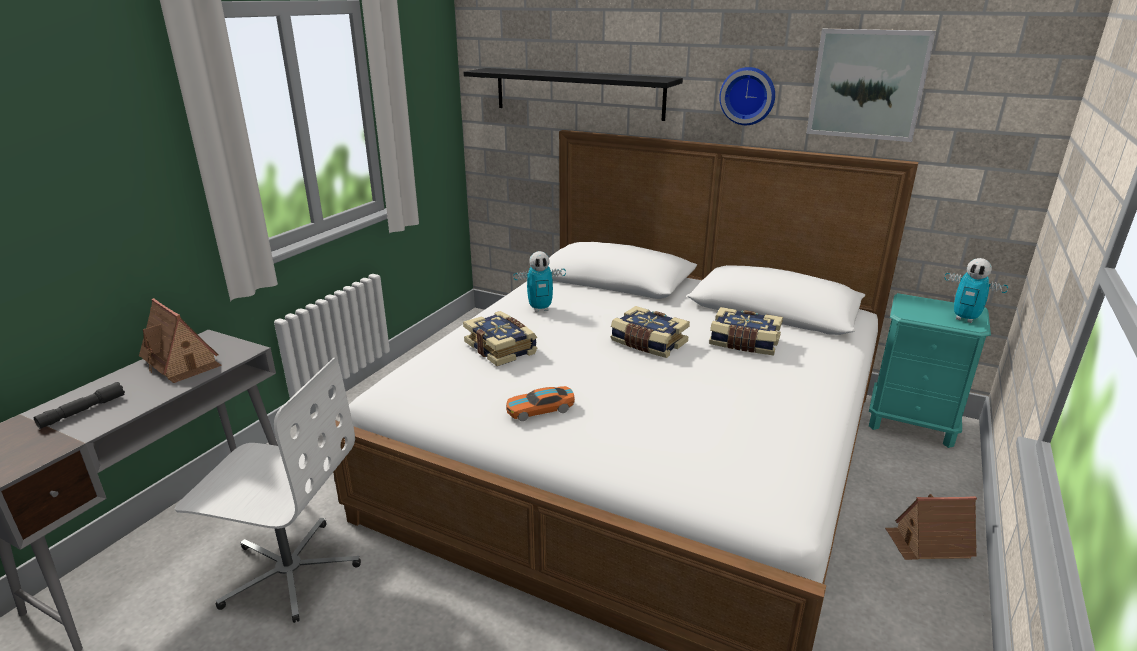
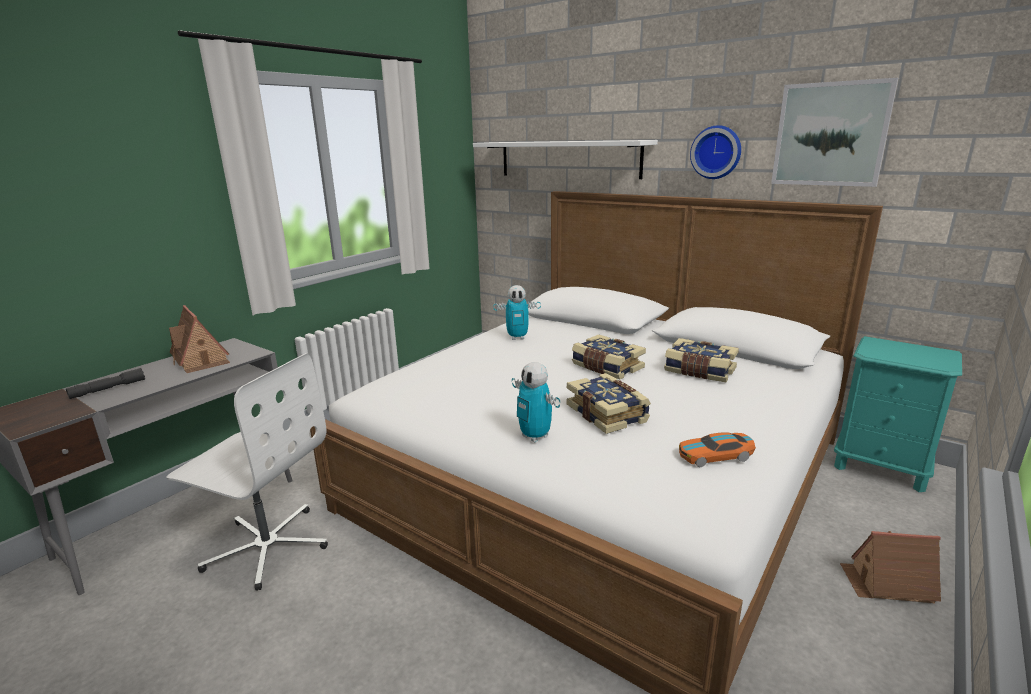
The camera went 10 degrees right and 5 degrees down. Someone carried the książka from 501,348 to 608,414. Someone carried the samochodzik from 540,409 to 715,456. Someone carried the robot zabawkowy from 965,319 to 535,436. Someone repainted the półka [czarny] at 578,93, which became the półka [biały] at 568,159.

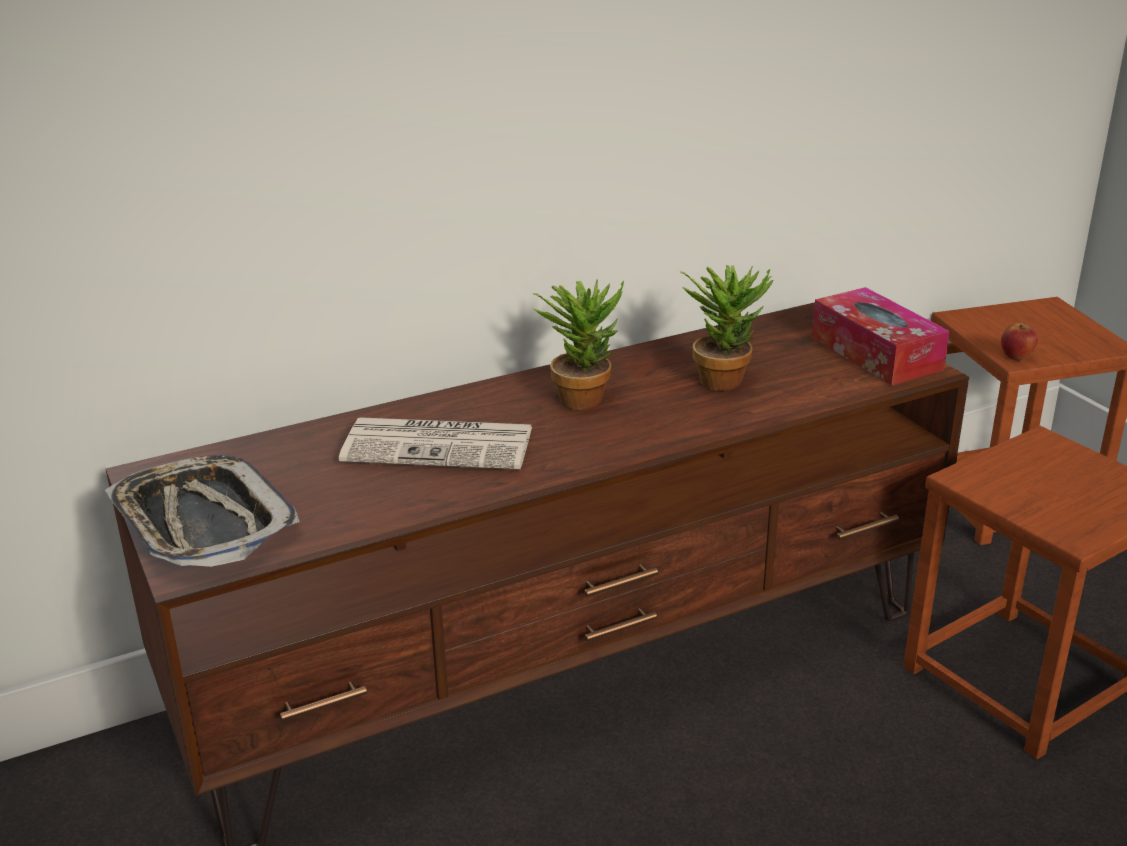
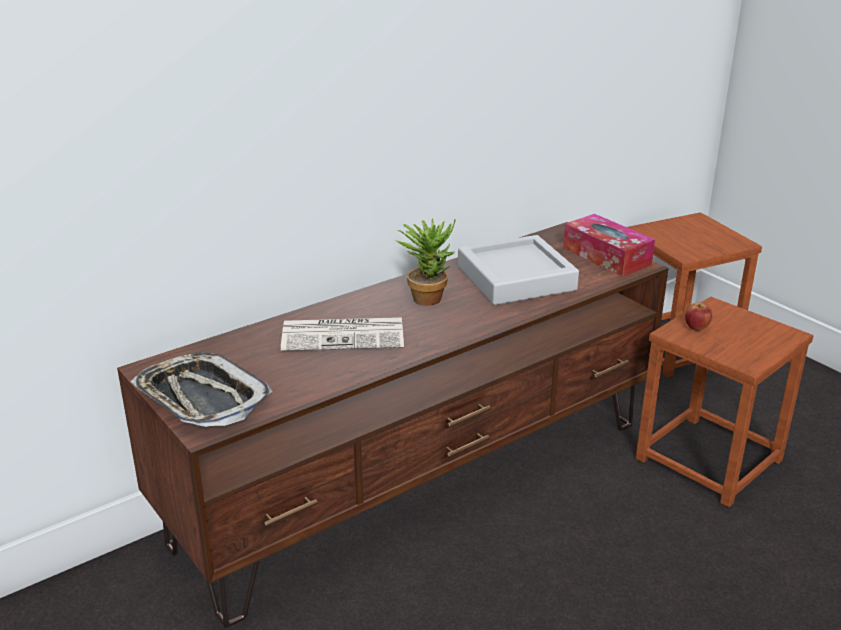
The camera went 10 degrees left and 0 degrees up. Someone carried the jabłko from 1017,357 to 697,327. Someone swapped the roślina doniczkowa at 725,378 for the taca [szary] at 516,278.

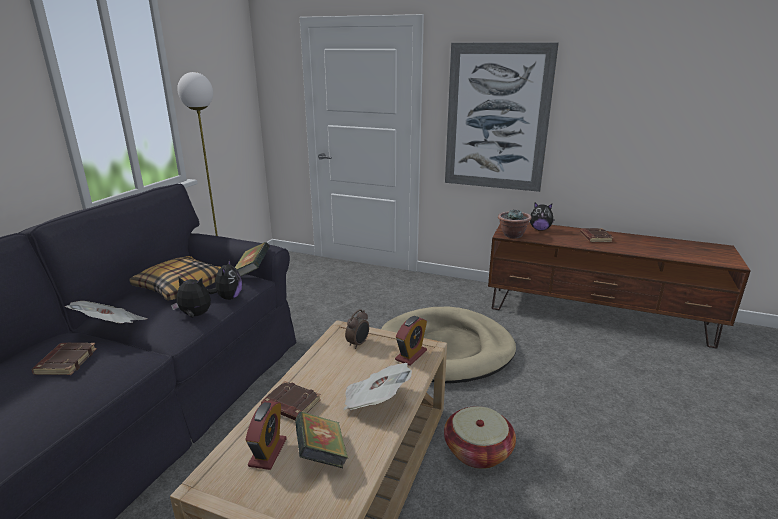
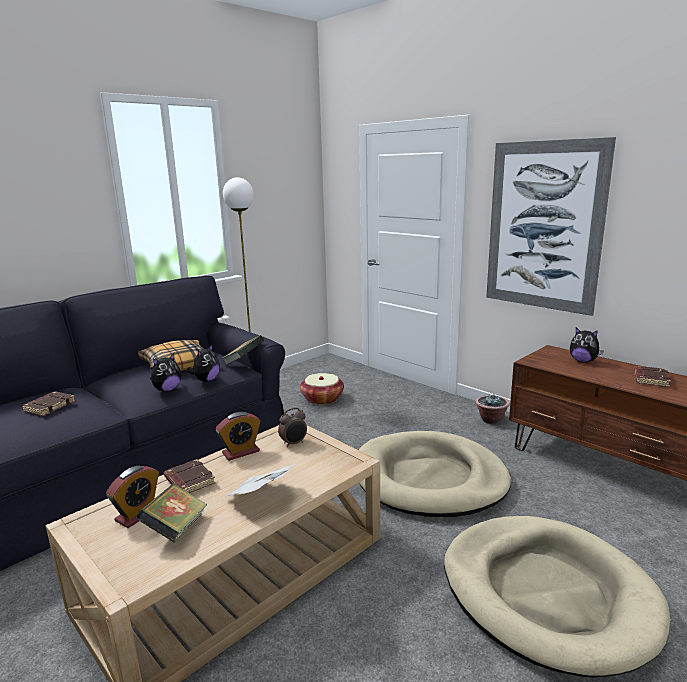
The camera went 25 degrees right and 5 degrees down. Someone took away the gazeta at 112,327. Someone put down the legowisko [beżowy] at 546,594. Someone carried the budzik from 411,355 to 241,452. Someone carried the koszyk from 478,451 to 322,399. Someone carried the roślina doniczkowa from 512,235 to 490,420. Someone rotated the pluszak at 195,315 by 105 degrees clockwise.

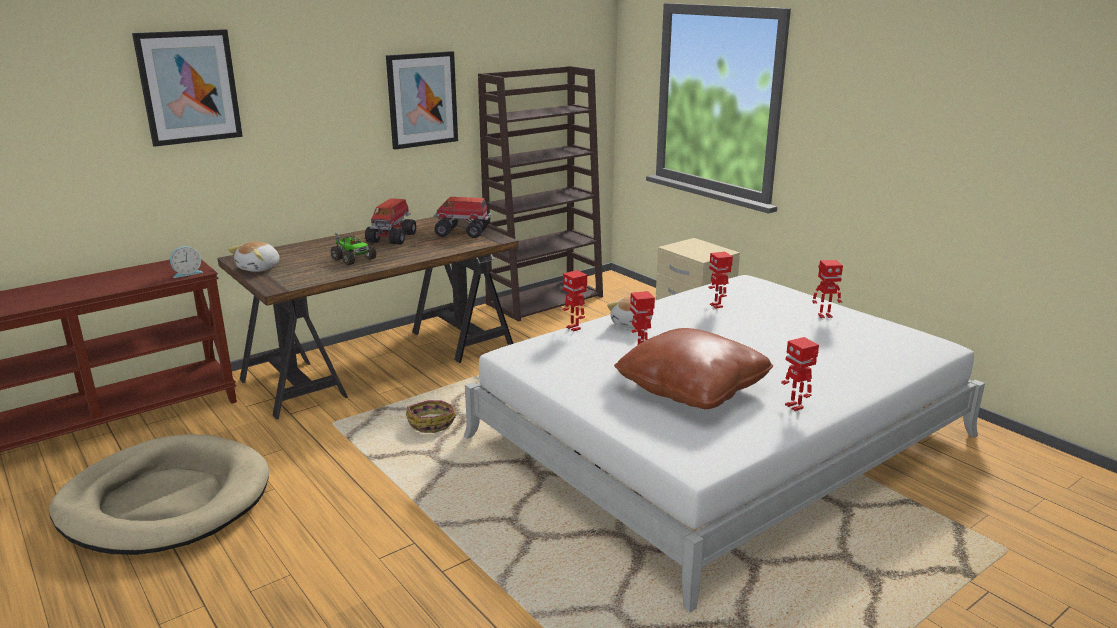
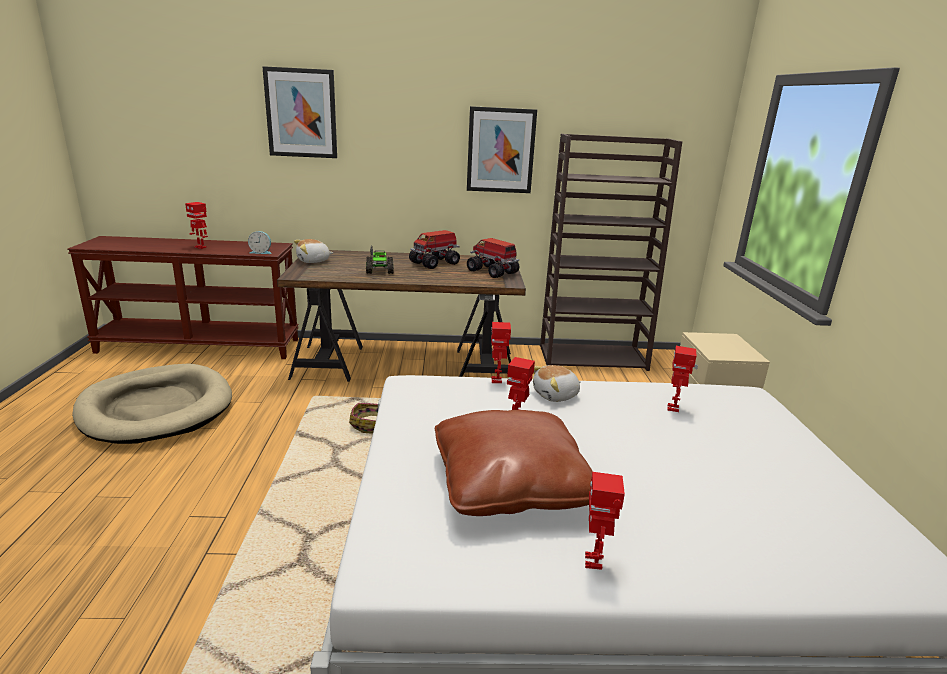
The camera went 35 degrees right and 0 degrees up. Someone carried the robot zabawkowy from 824,315 to 201,247.

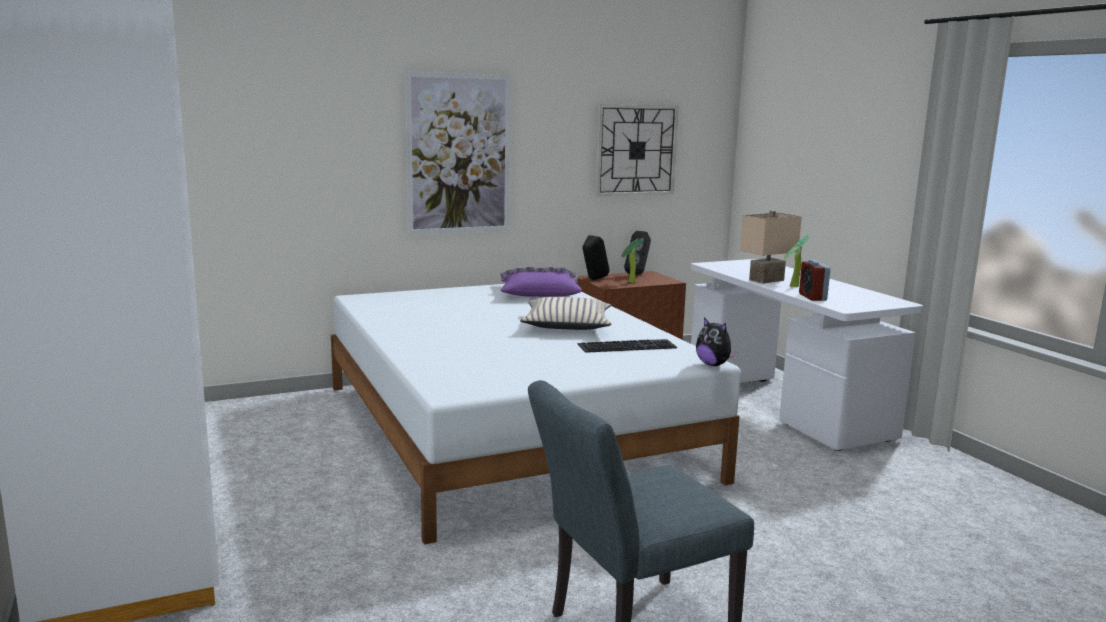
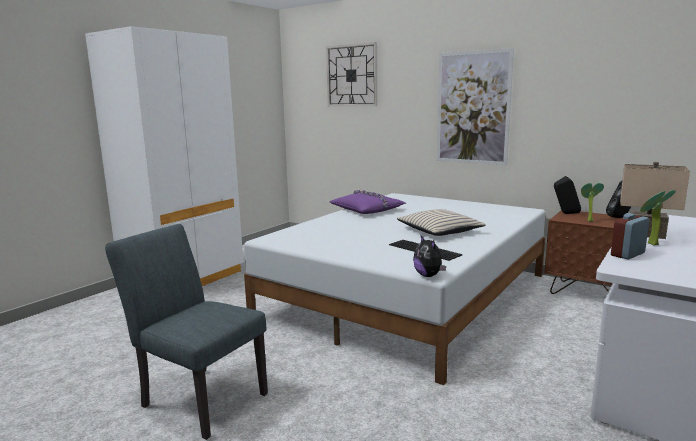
The camera went 60 degrees right and 0 degrees up. Someone carried the poduszka [fioletowy] from 539,292 to 368,210. Someone carried the zegar ścienny from 636,150 to 352,75. Someone rotated the pluszak at 713,365 by 45 degrees counterclockwise.

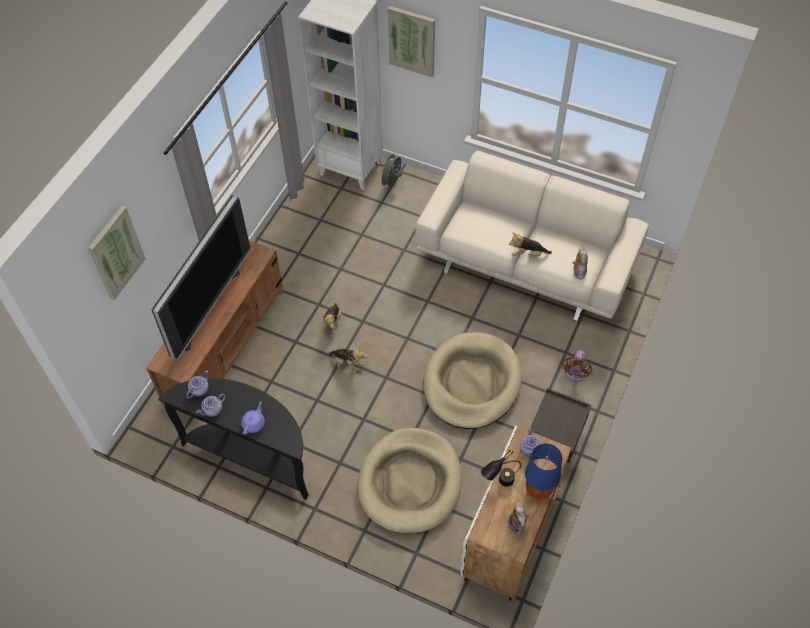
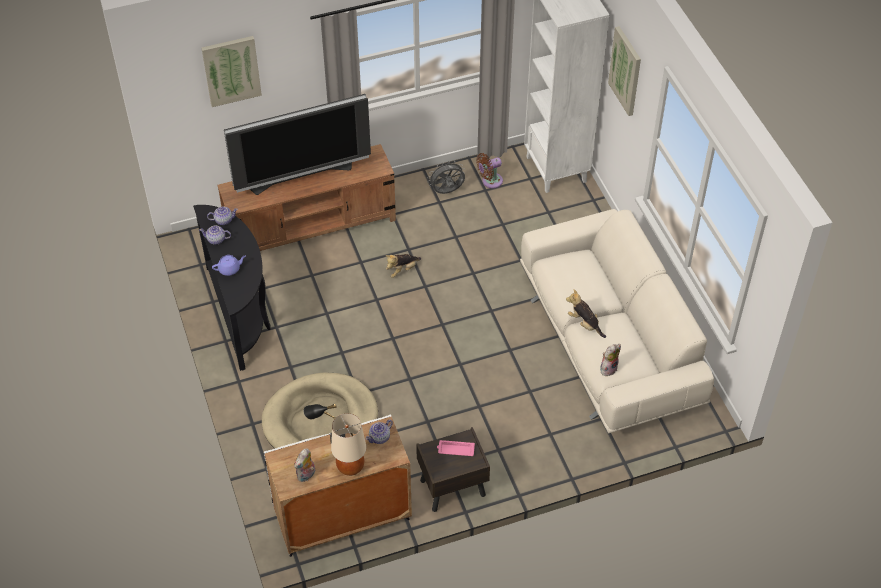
The camera went 45 degrees right and 5 degrees down. Someone took away the pluszak at 347,364. Someone took away the legowisko [beżowy] at 471,383. Someone put down the taca [różowy] at 455,449. Someone carried the wentylator [szary] from 392,183 to 447,192. Someone carried the wentylator [brązowy] from 575,374 to 490,181. Someone repainted the lampa stołowa [niebieski] at 538,489, which became the lampa stołowa [beżowy] at 350,467.

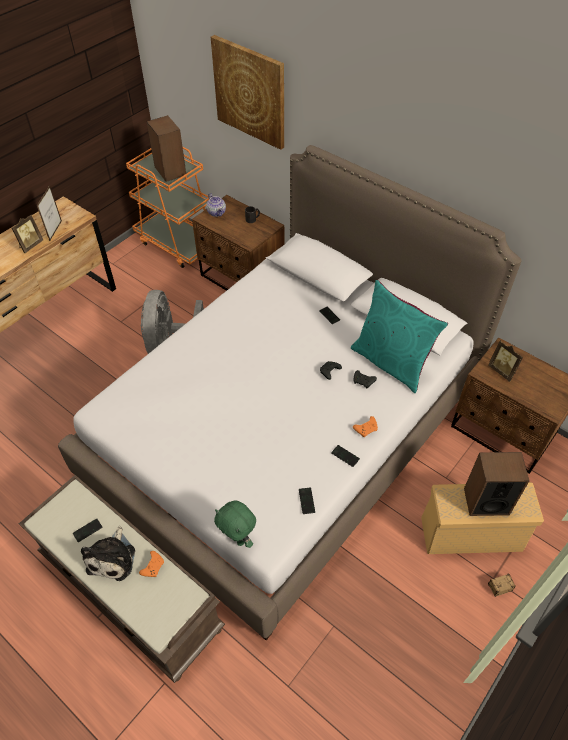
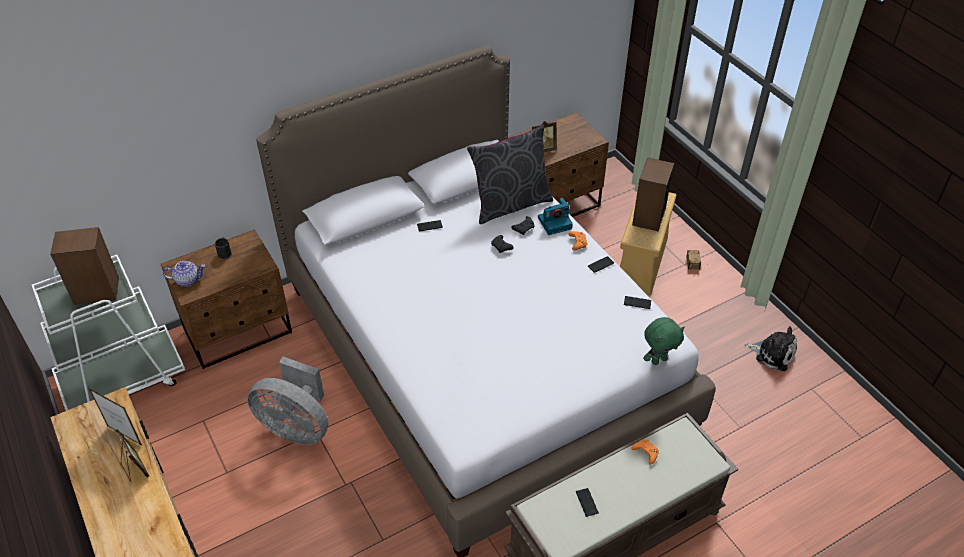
The camera went 70 degrees left and 5 degrees down. Someone took away the obraz at 250,92. Someone put down the aparat fotograficzny at 555,222. Someone carried the pluszak from 113,557 to 772,353. Someone repainted the wózek [pomarańczowy] at 178,243, which became the wózek [biały] at 124,379. Someone repainted the poduszka [turkusowy] at 391,362, which became the poduszka [szary] at 510,204.

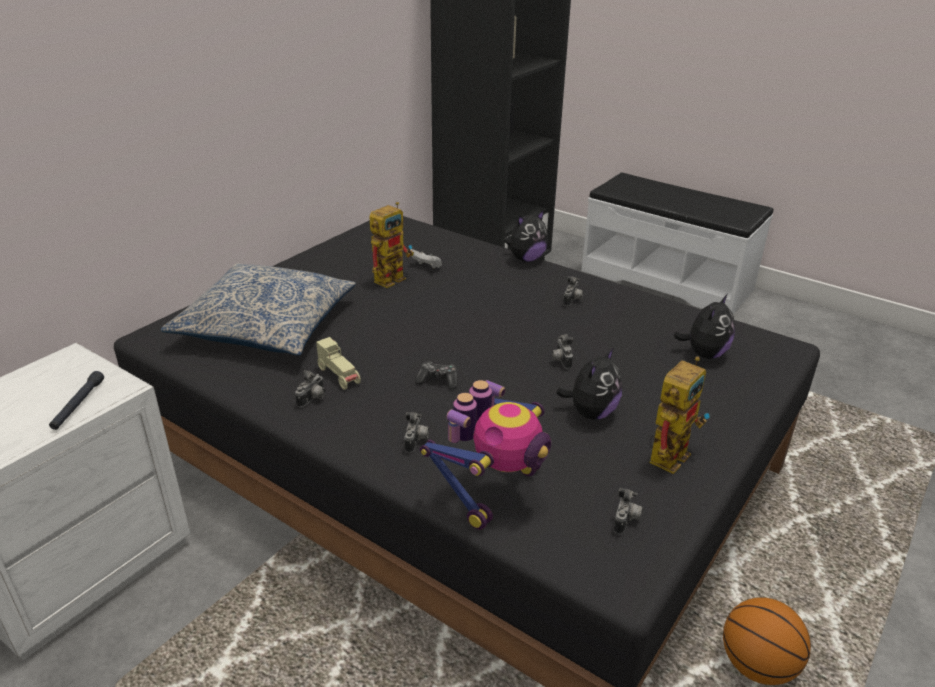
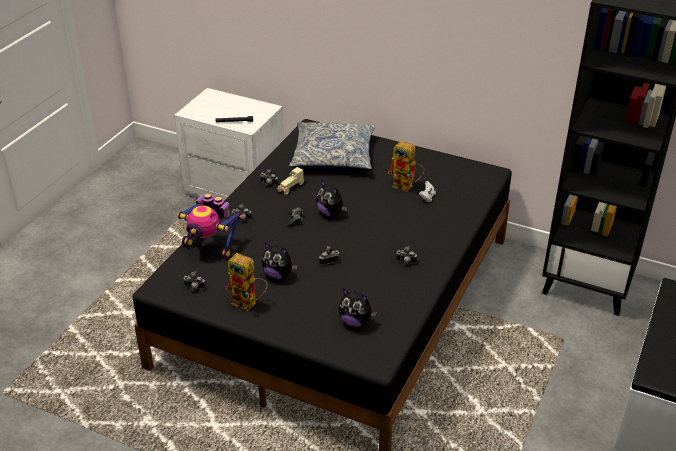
The camera went 80 degrees right and 5 degrees up. Someone took away the piłka do koszykówki at 756,665. Someone carried the pluszak from 526,259 to 331,213.

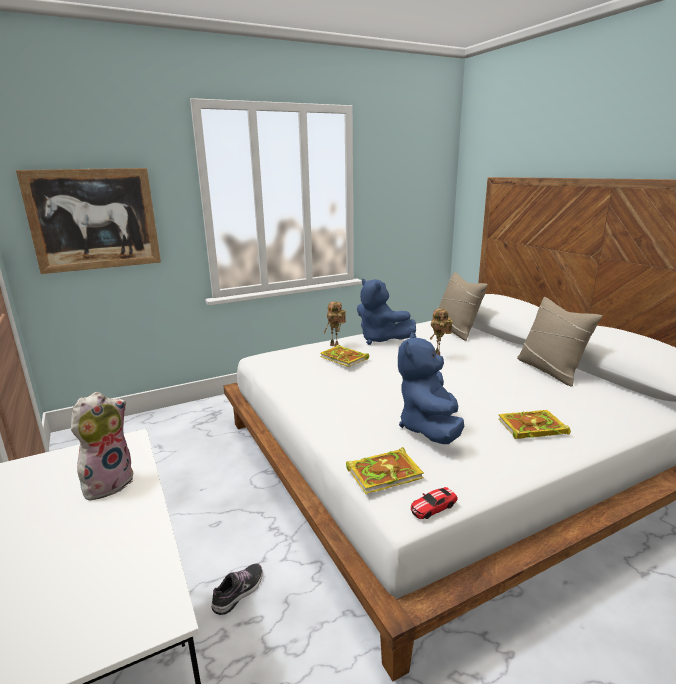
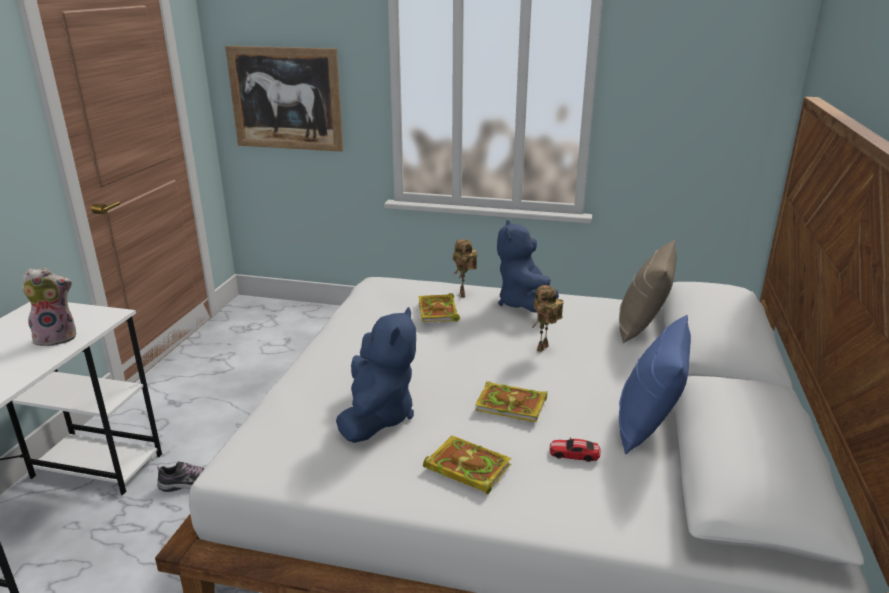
The camera went 40 degrees right and 5 degrees up. Someone carried the książka from 385,473 to 512,405. Someone carried the samochodzik from 433,507 to 574,454. Someone repainted the poduszka [beżowy] at 550,370, which became the poduszka [niebieski] at 647,424. Someone rotated the pluszak [niebieski] at 429,428 by 135 degrees clockwise.

